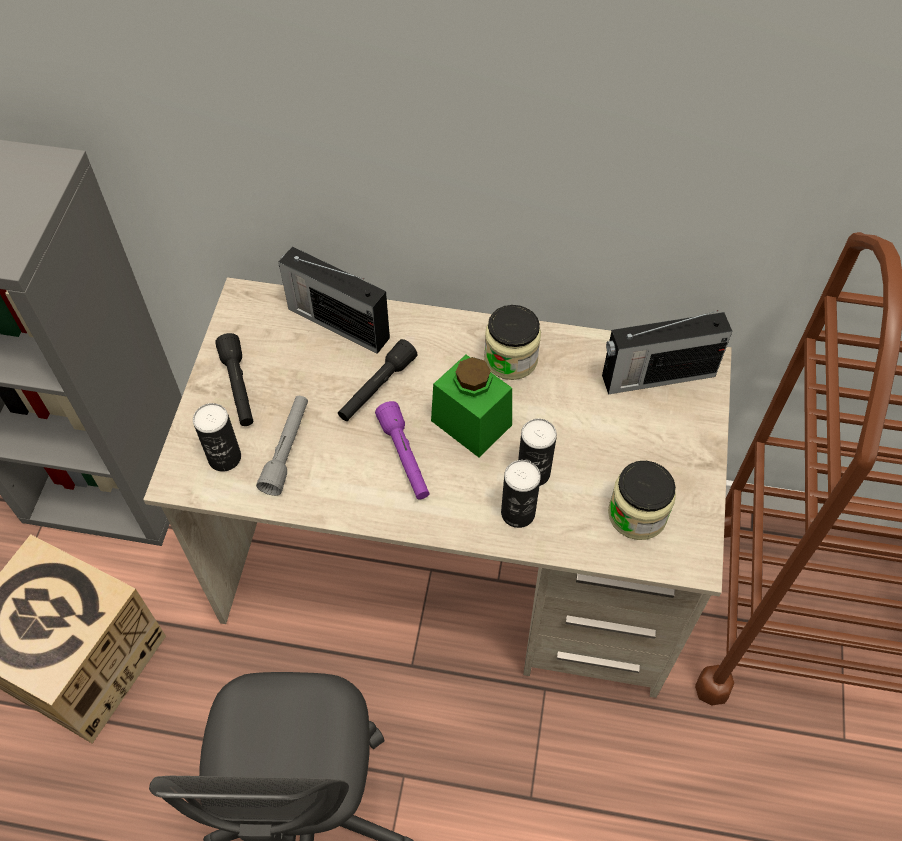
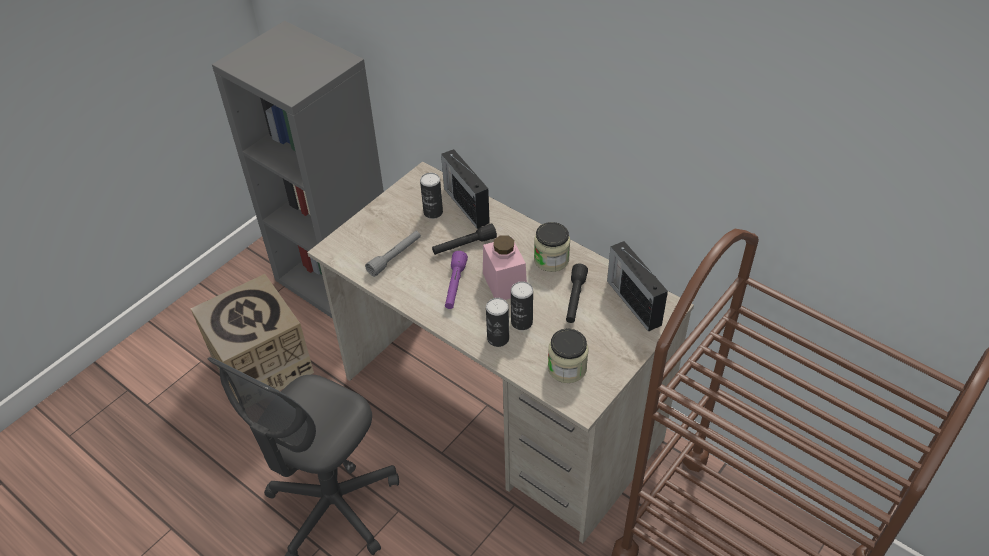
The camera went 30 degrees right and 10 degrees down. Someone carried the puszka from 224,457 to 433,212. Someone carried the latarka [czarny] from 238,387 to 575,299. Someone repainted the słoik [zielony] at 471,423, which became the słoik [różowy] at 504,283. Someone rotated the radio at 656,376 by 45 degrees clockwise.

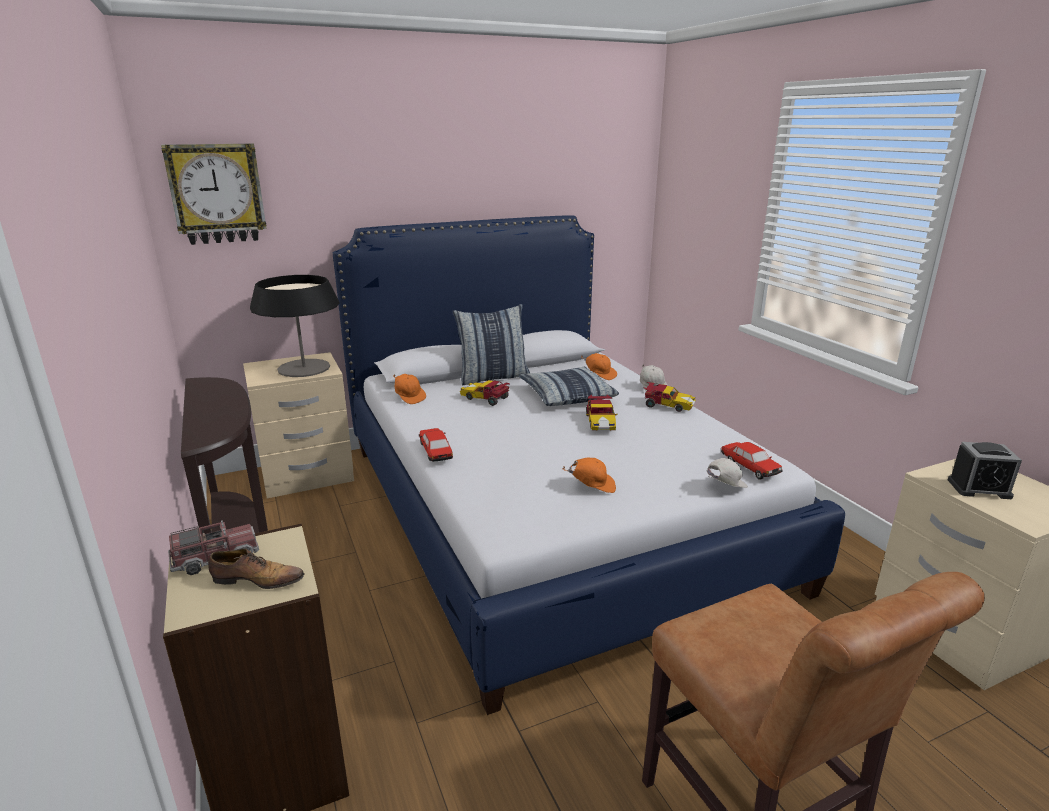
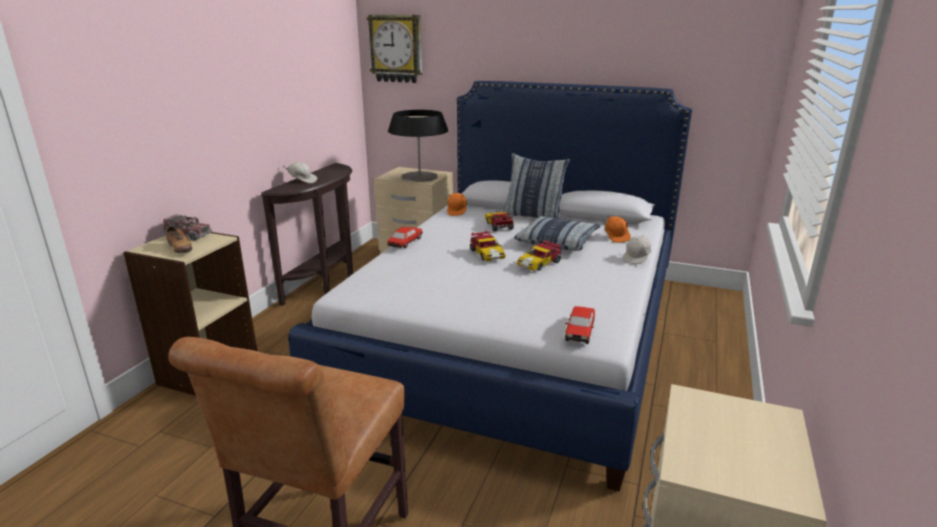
The camera went 45 degrees right and 0 degrees up. Someone took away the czapka z daszkiem [pomarańczowy] at 592,486. Someone took away the budzik at 979,488. Someone carried the samochodzik from 667,405 to 486,254. Someone carried the czapka z daszkiem [biały] from 724,487 to 302,180.

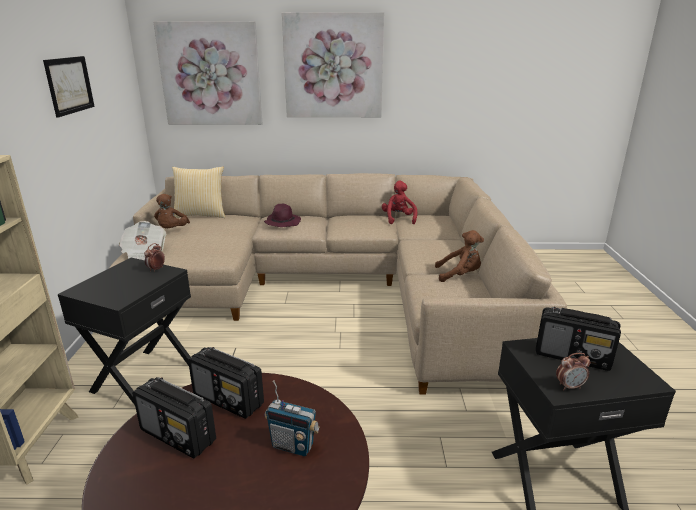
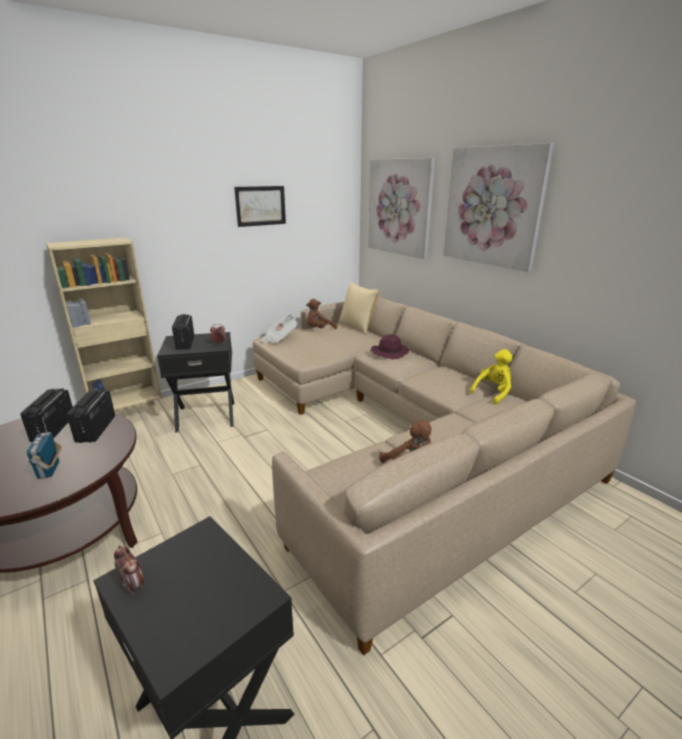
The camera went 55 degrees right and 0 degrees up. Someone carried the radio from 573,356 to 185,343. Someone repainted the pluszak [czerwony] at 398,219, which became the pluszak [żółty] at 493,393.

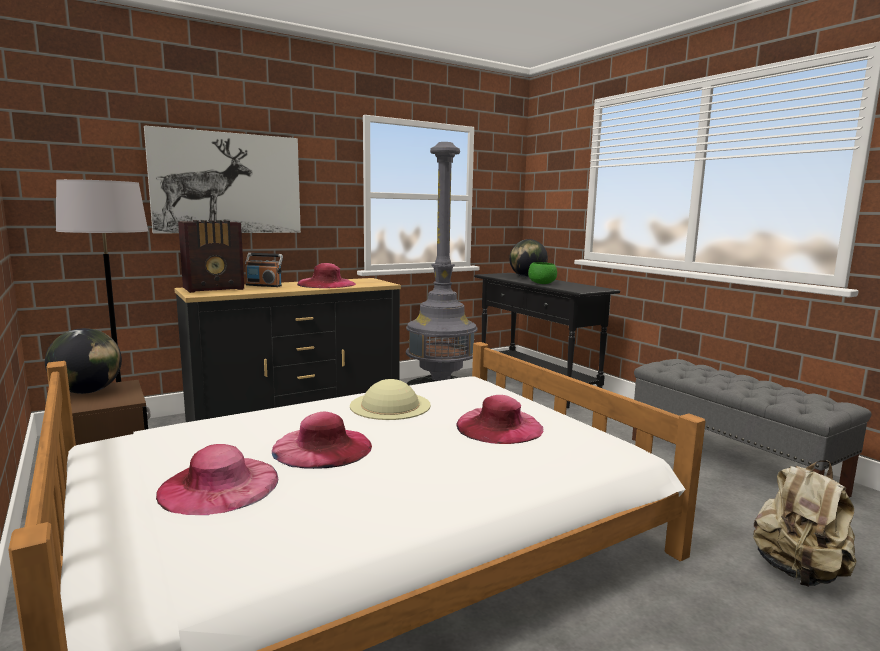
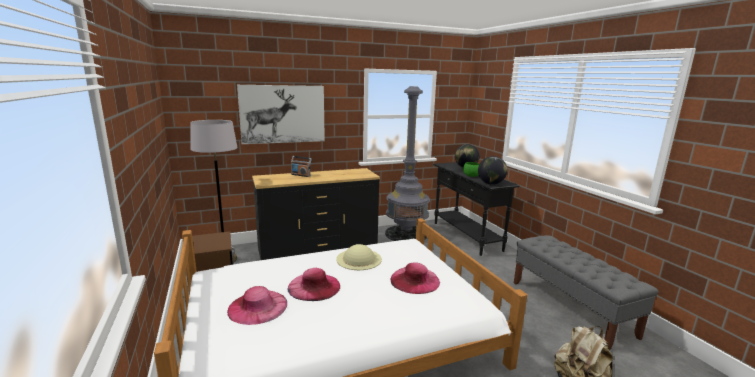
The camera went 10 degrees right and 5 degrees up. Someone took away the radio at 215,289. Someone took away the kapelusz [różowy] at 326,284. Someone carried the globus from 87,392 to 491,184.

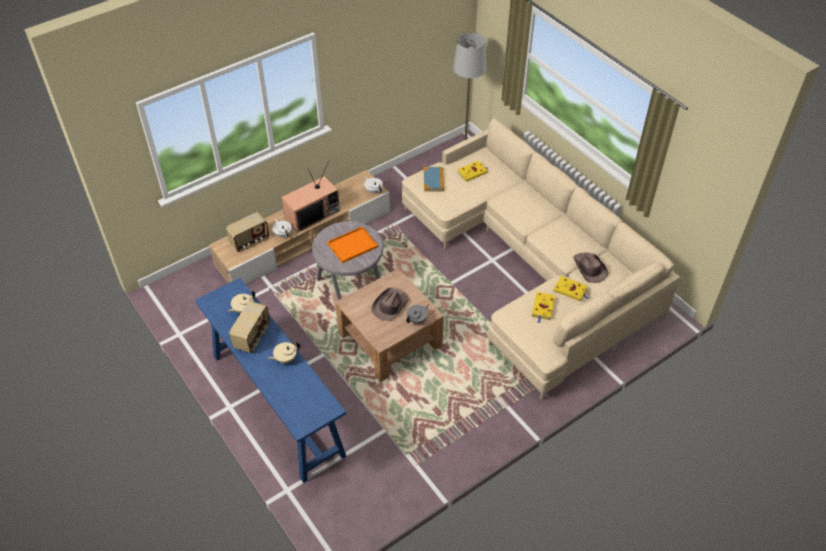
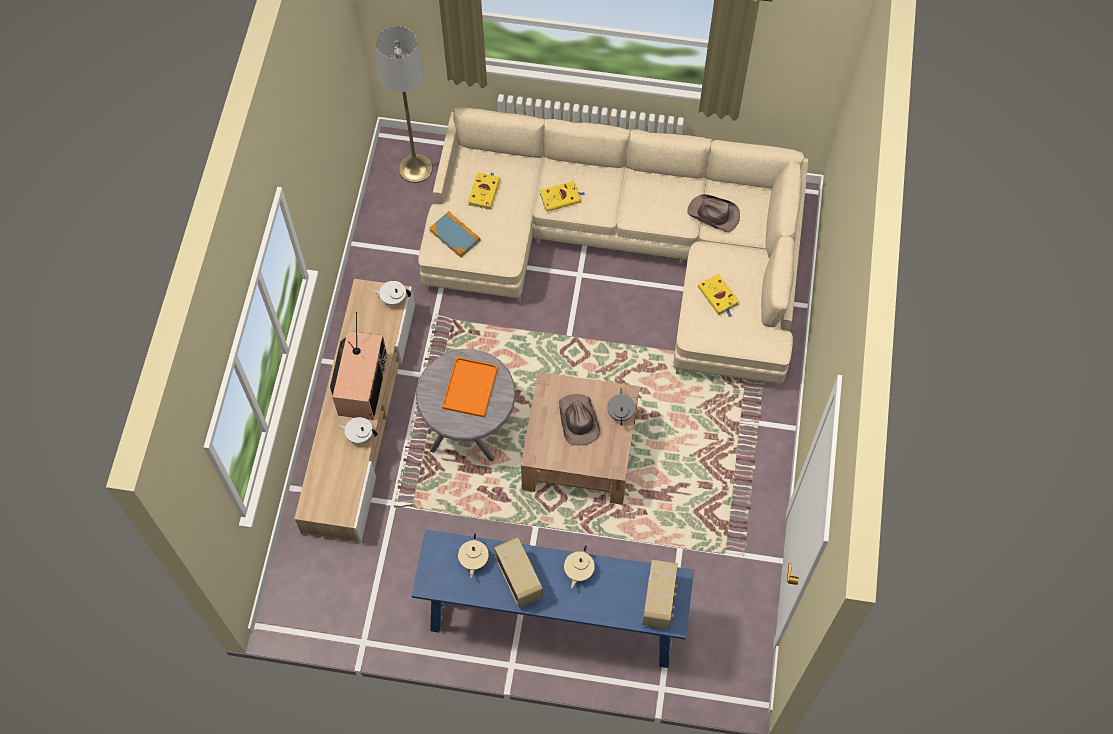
The camera went 45 degrees left and 15 degrees up. Someone carried the radio from 250,241 to 659,601. Someone carried the książka [żółty] from 571,290 to 561,197.

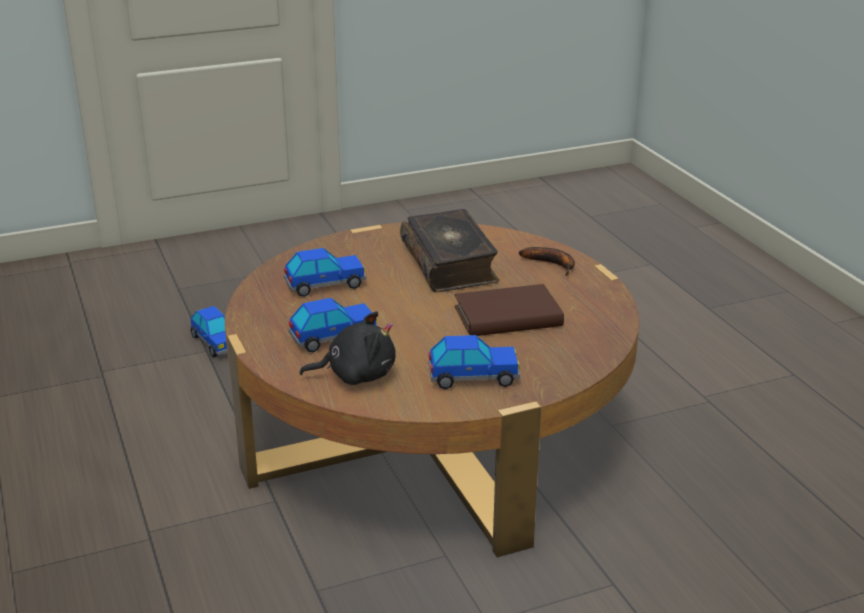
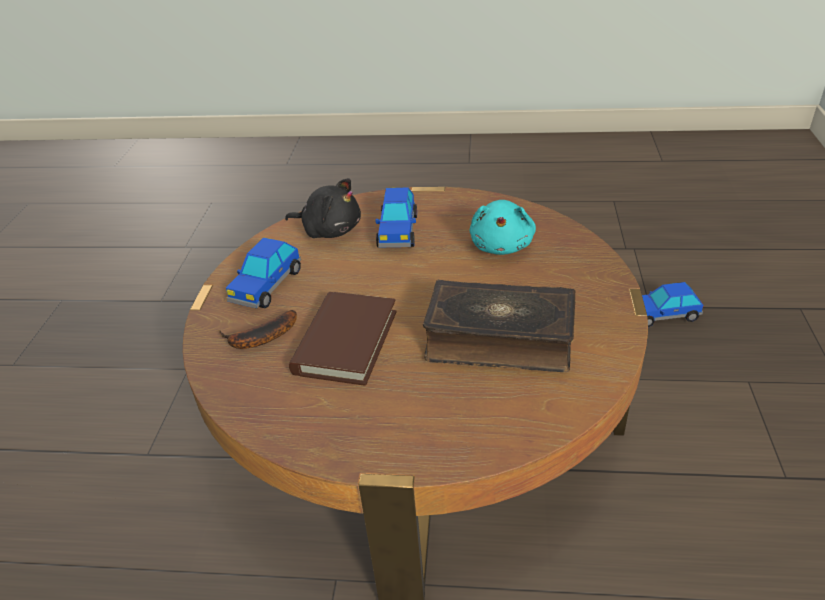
The camera went 120 degrees right and 10 degrees up. Someone carried the banan from 552,264 to 259,339. Someone swapped the samochodzik at 325,285 for the pluszak [turkusowy] at 502,245. Someone rotated the pluszak [czarny] at 356,375 by 90 degrees counterclockwise.

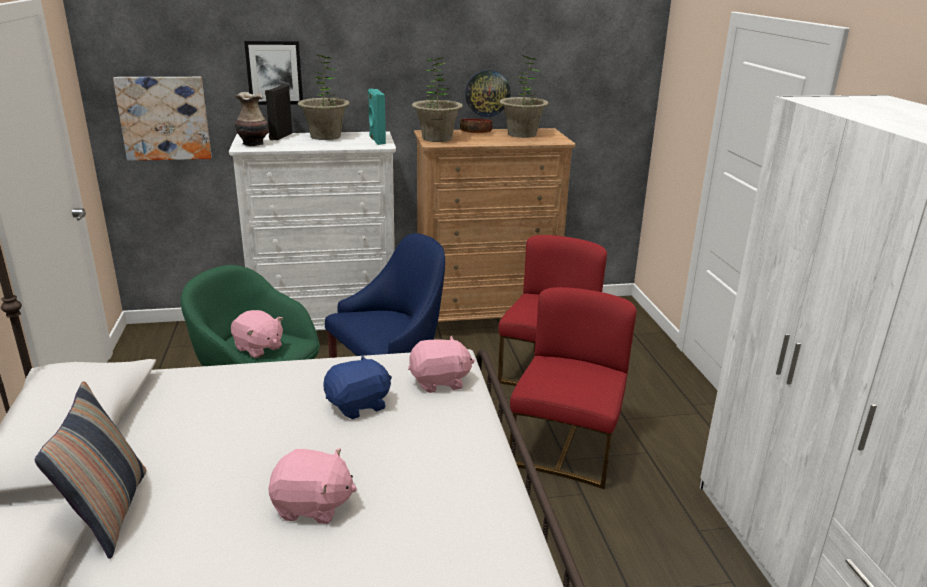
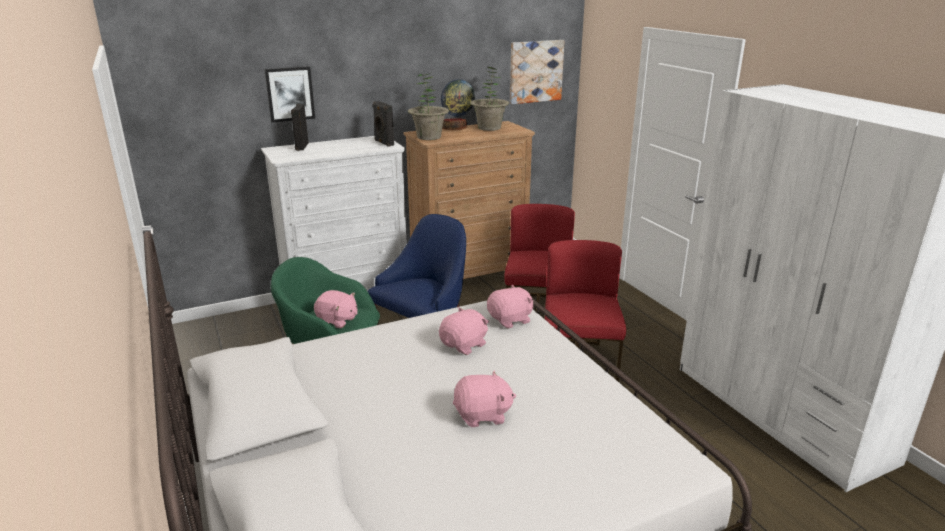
The camera went 15 degrees left and 0 degrees up. Someone took away the poduszka at 109,513. Someone took away the wazon at 253,144. Someone took away the roślina doniczkowa at 325,136. Someone carried the obraz from 164,118 to 535,71. Someone repainted the pluszak [niebieski] at 358,405, which became the pluszak [różowy] at 464,345. Someone repainted the głośnik [turkusowy] at 376,140, which became the głośnik [czarny] at 383,143.

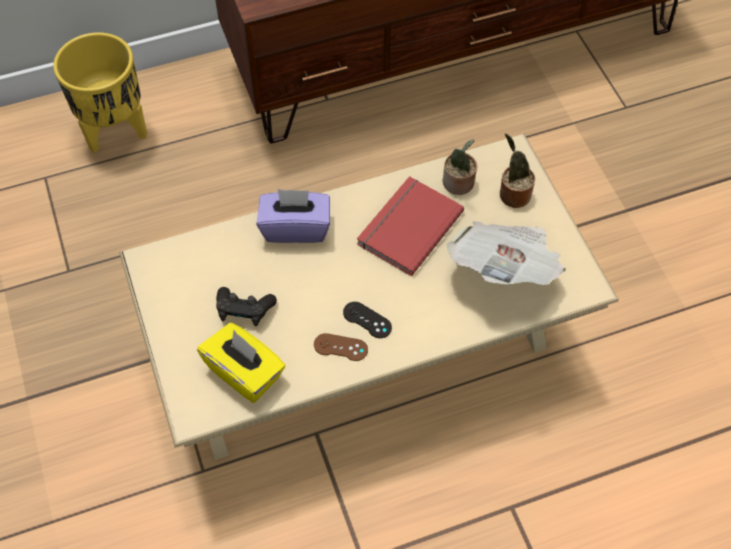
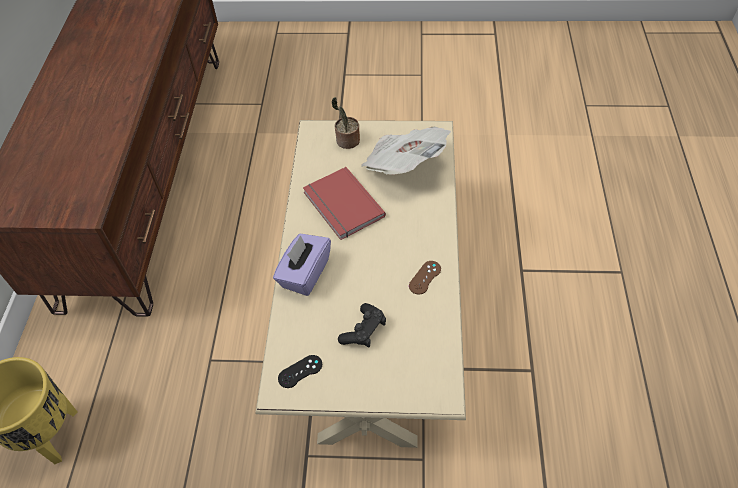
The camera went 65 degrees left and 5 degrees down. Someone took away the pudełko chusteczek [żółty] at 245,372. Someone took away the roślina doniczkowa at 459,184. Someone carried the pad do gier [czarny] from 367,320 to 300,371.

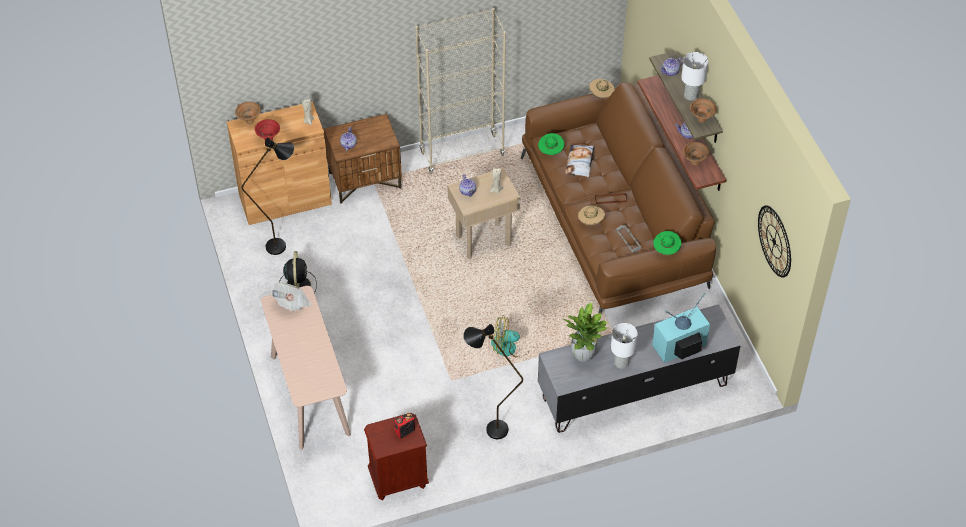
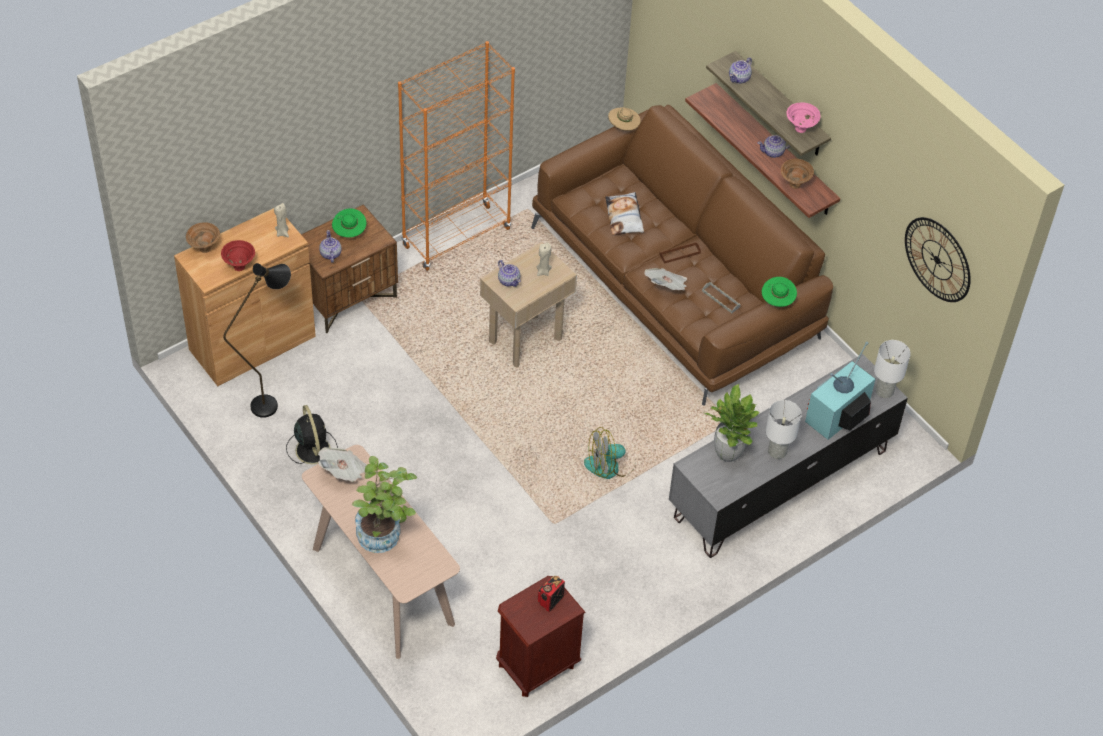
The camera went 20 degrees left and 0 degrees up. Someone took away the lampa stojąca [czarny] at 489,428. Someone put down the roślina doniczkowa at 385,537. Someone carried the kapelusz [zielony] from 550,151 to 349,232. Someone carried the lampa stołowa [biały] from 691,95 to 885,391. Someone swapped the kapelusz [beżowy] at 591,221 for the gazeta at 666,286. Someone repainted the regał [beżowy] at 462,154, which became the regał [pomarańczowy] at 456,237. Someone repainted the miska [brązowy] at 702,120, which became the miska [różowy] at 801,129.

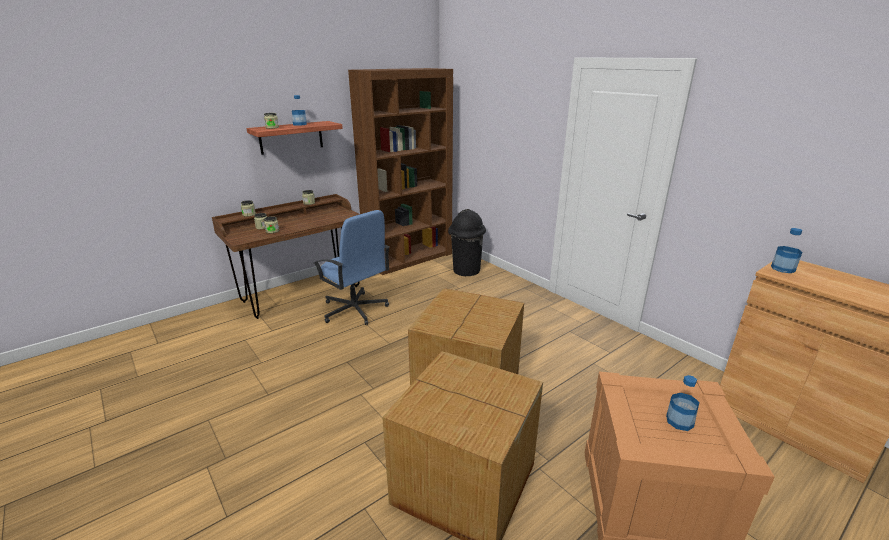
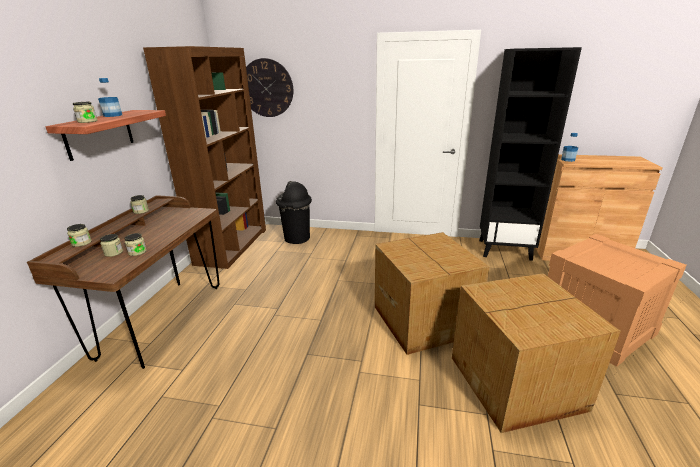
The camera went 40 degrees left and 0 degrees up. Someone took away the krzesło biurowe [niebieski] at 355,310. Someone took away the butelka at 679,421. Someone put up the zegar ścienny at 267,88. Someone put down the regał [czarny] at 505,249.

